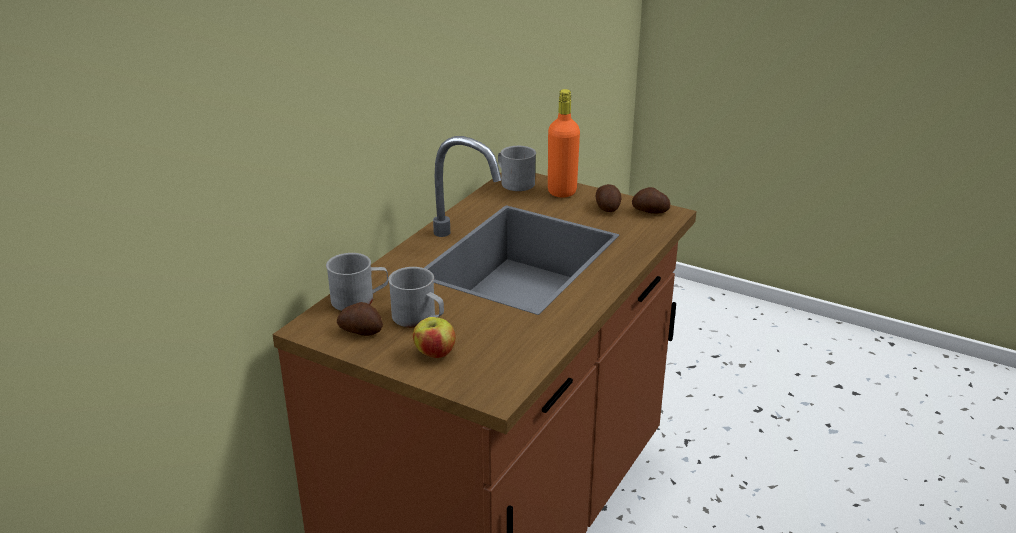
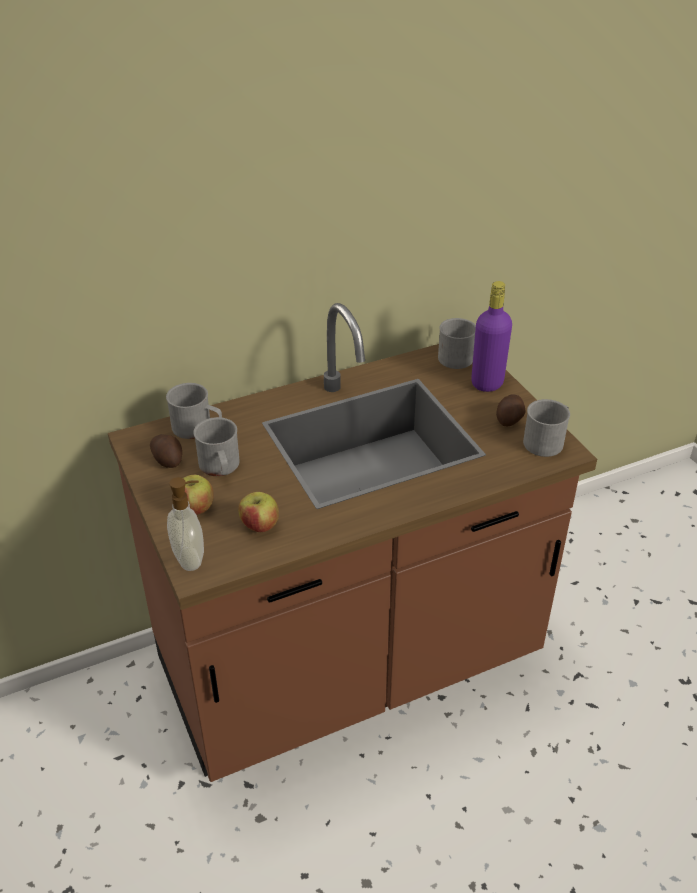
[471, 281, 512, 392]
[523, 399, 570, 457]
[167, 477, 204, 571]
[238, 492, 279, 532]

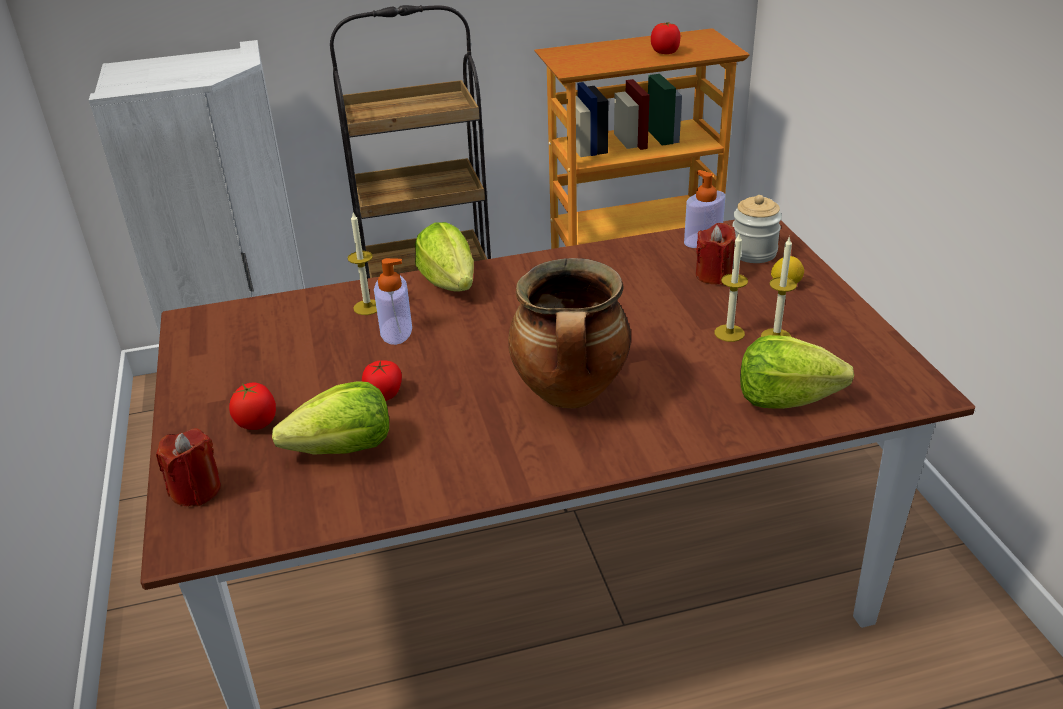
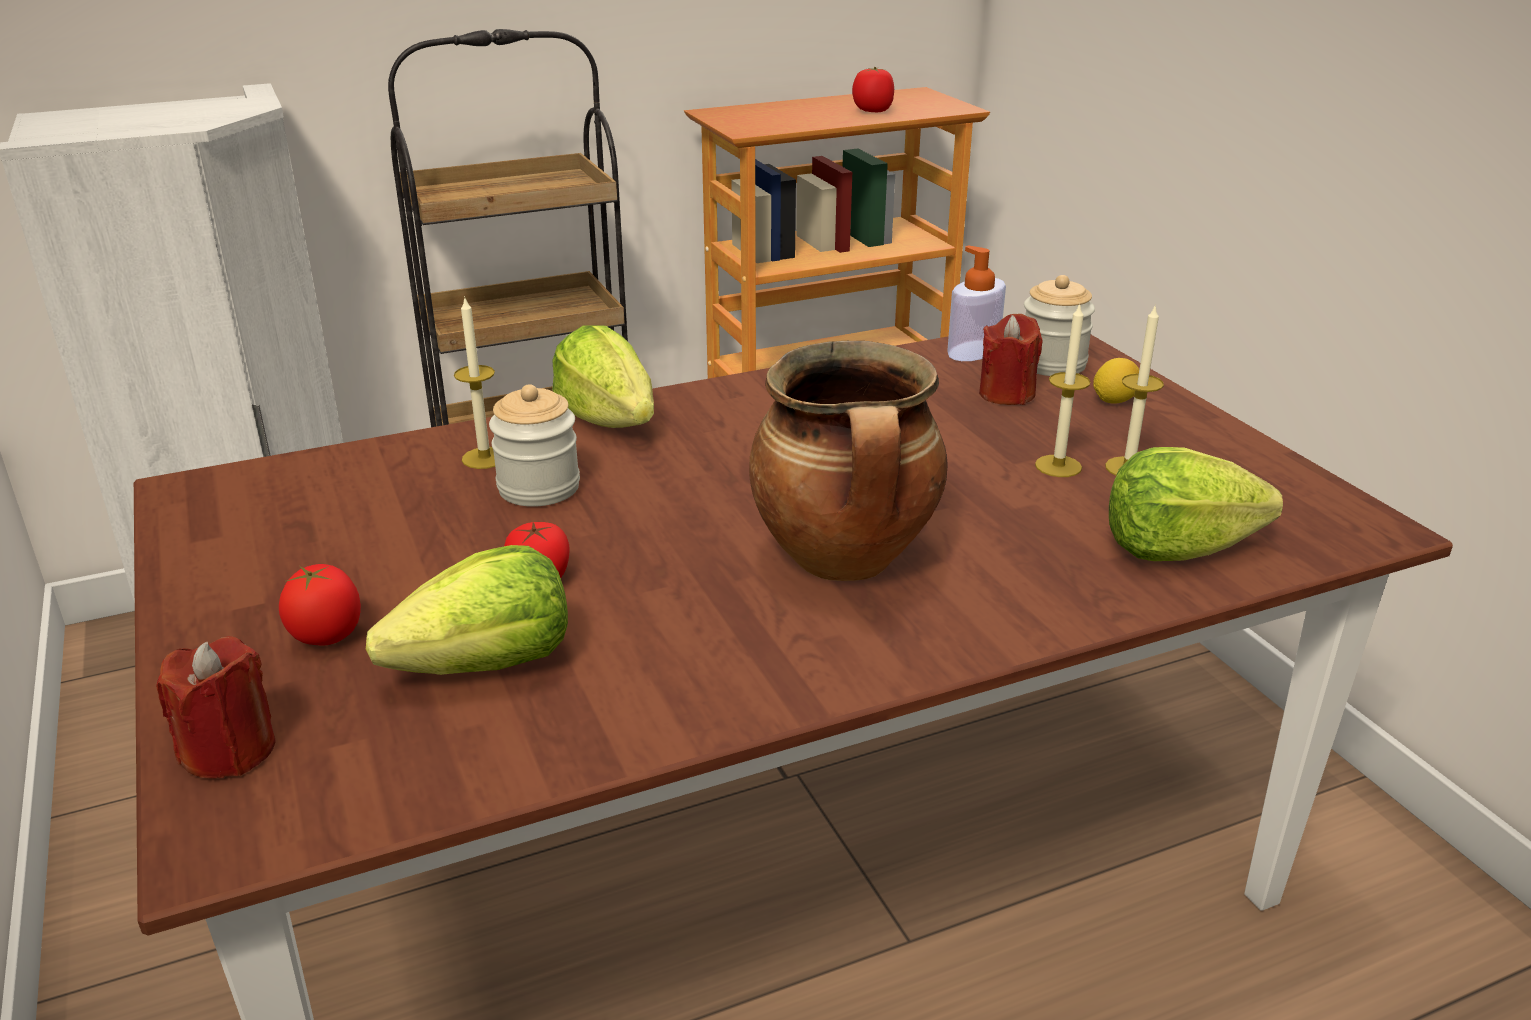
[489, 384, 580, 507]

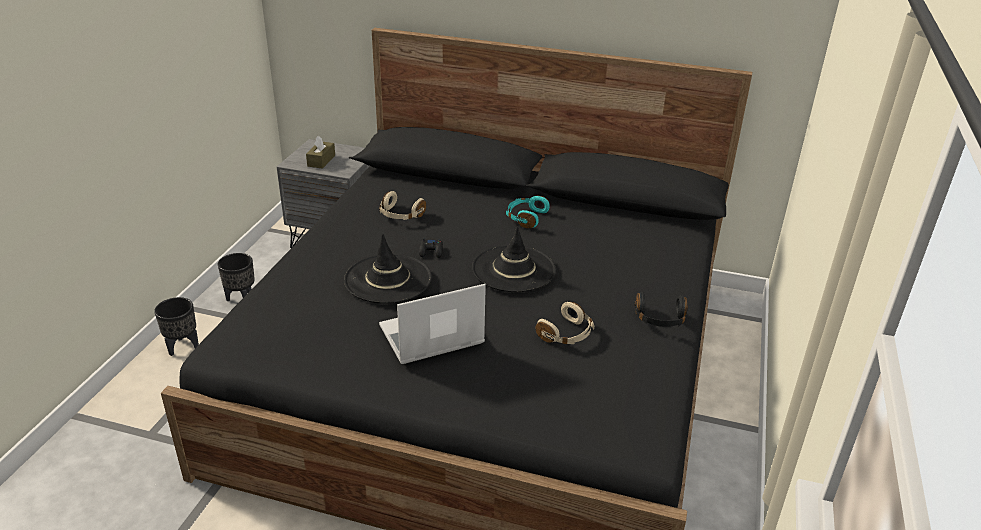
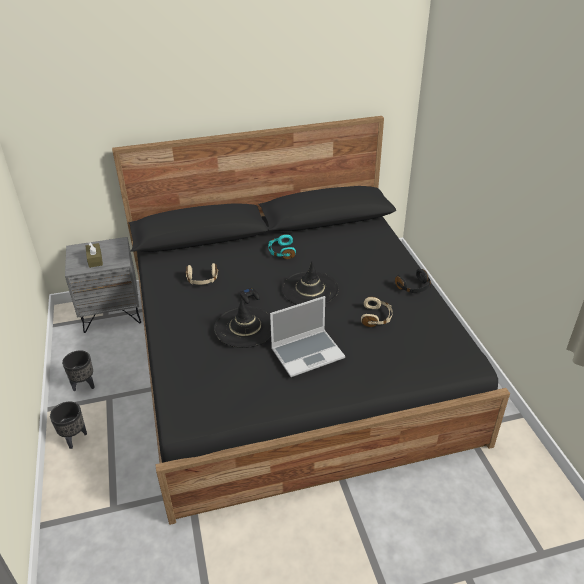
[270, 296, 345, 377]

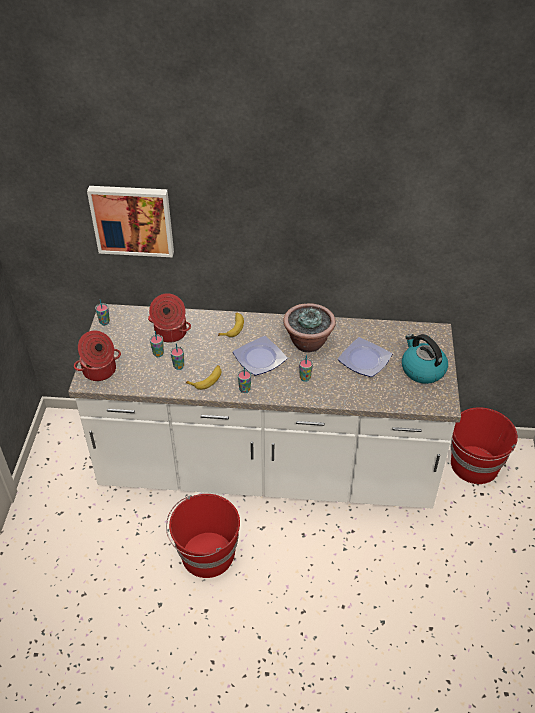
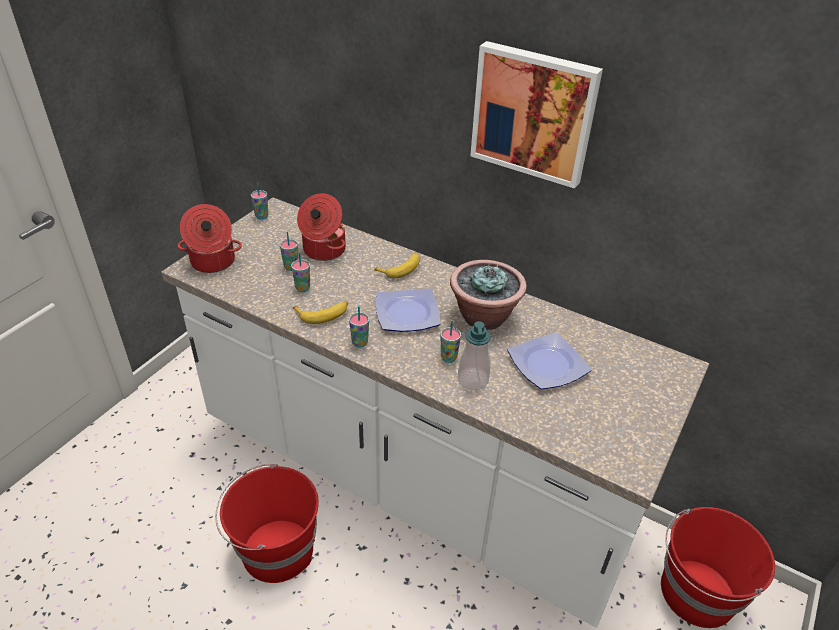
[470, 41, 603, 189]
[402, 334, 448, 384] (first image)
[458, 321, 491, 390]

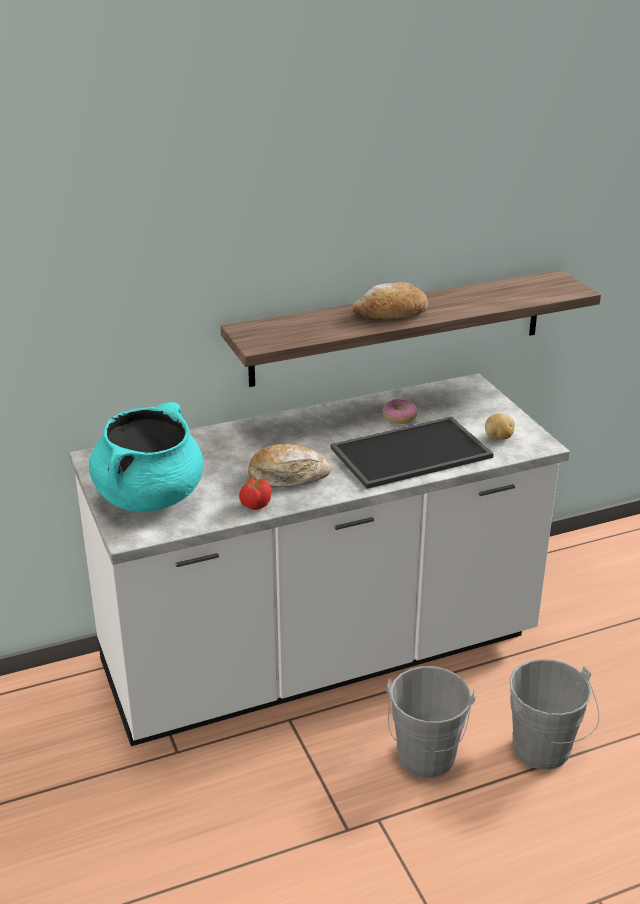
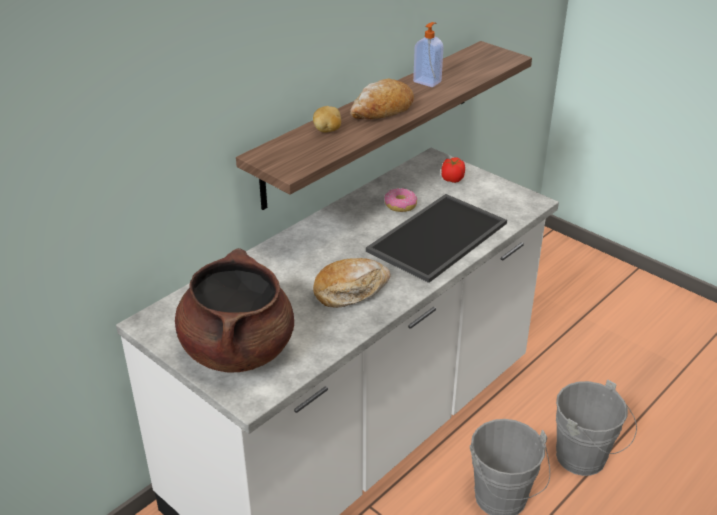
[175, 248, 294, 372]
[313, 106, 341, 133]
[441, 157, 465, 183]
[413, 22, 444, 87]

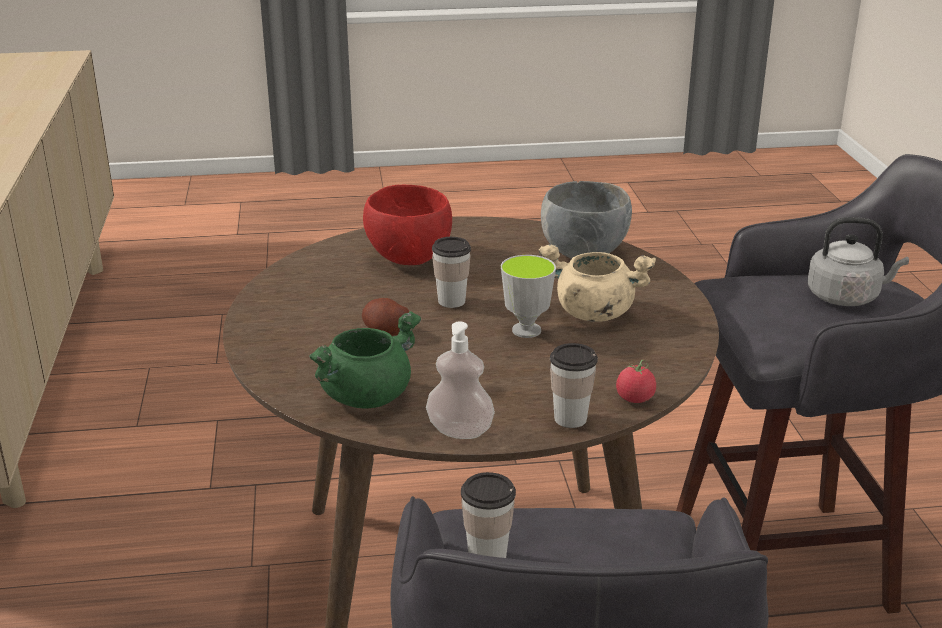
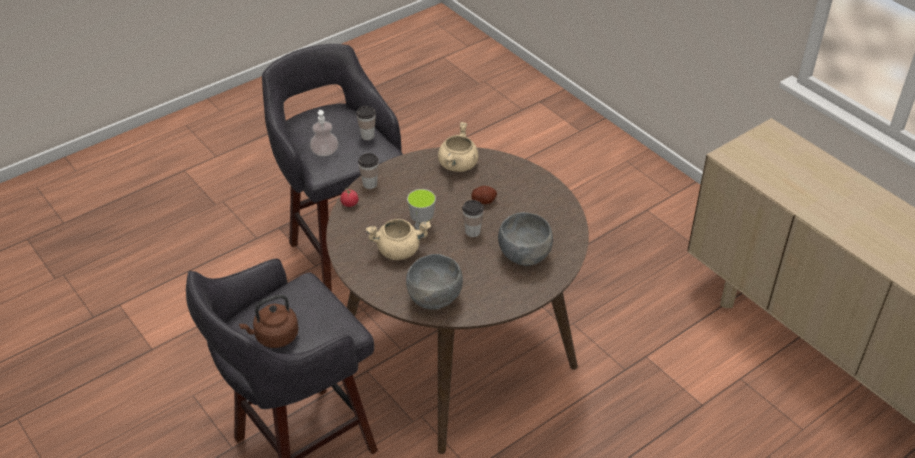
[498, 212, 553, 266]
[239, 294, 299, 348]
[438, 122, 478, 172]
[310, 110, 339, 156]

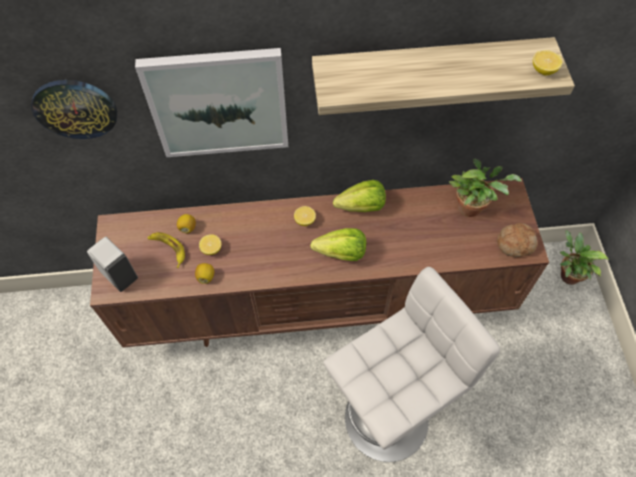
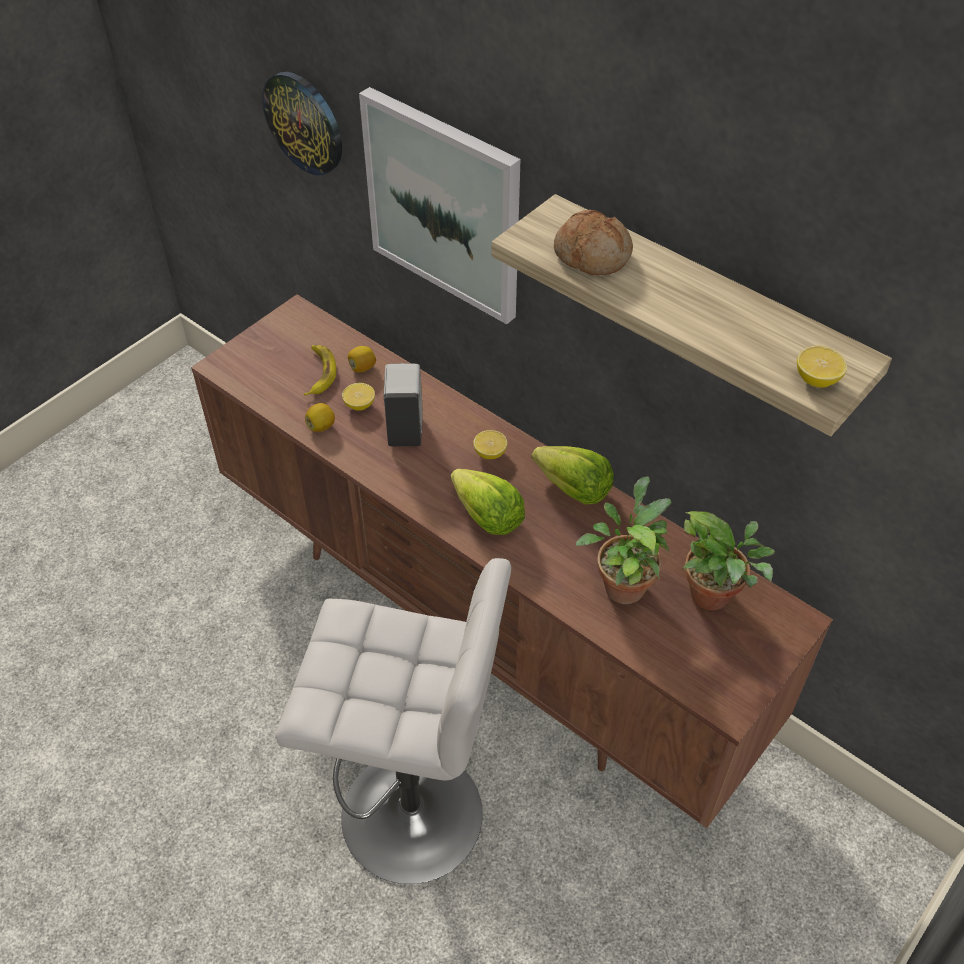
[554, 210, 633, 275]
[576, 477, 672, 604]
[383, 363, 423, 446]

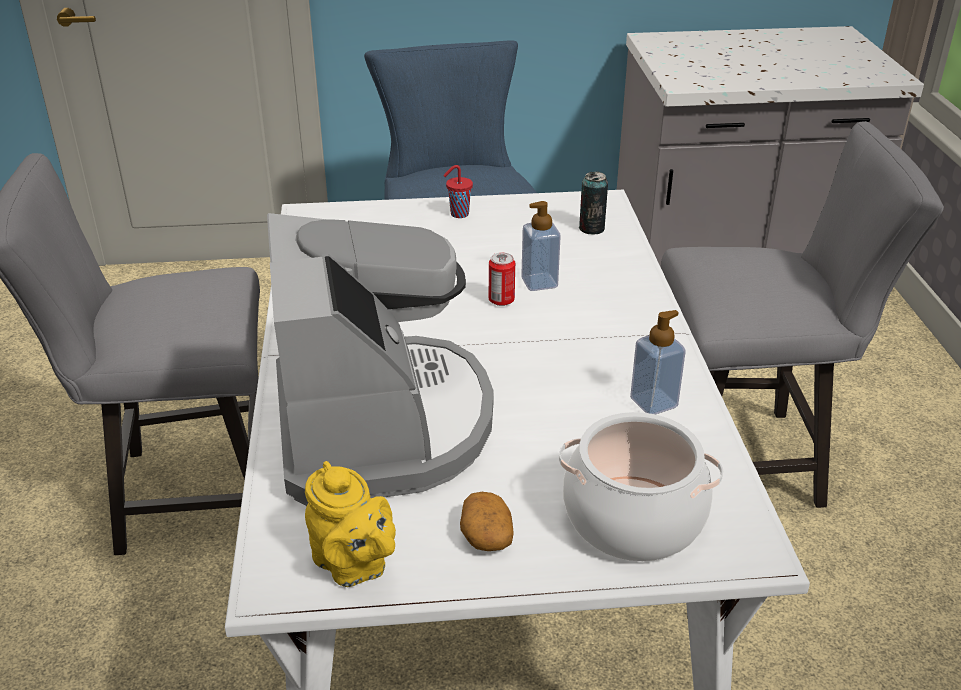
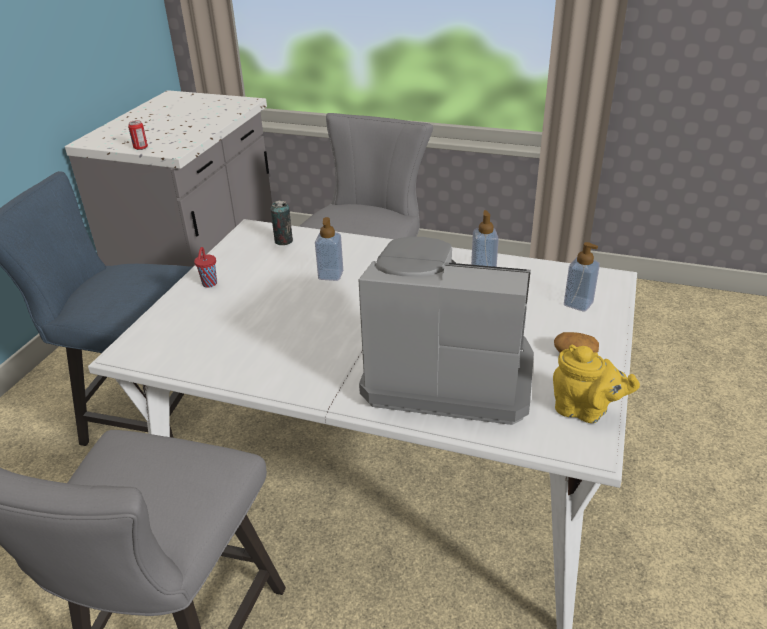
[128, 120, 148, 150]
[564, 242, 600, 312]
[553, 345, 640, 423]

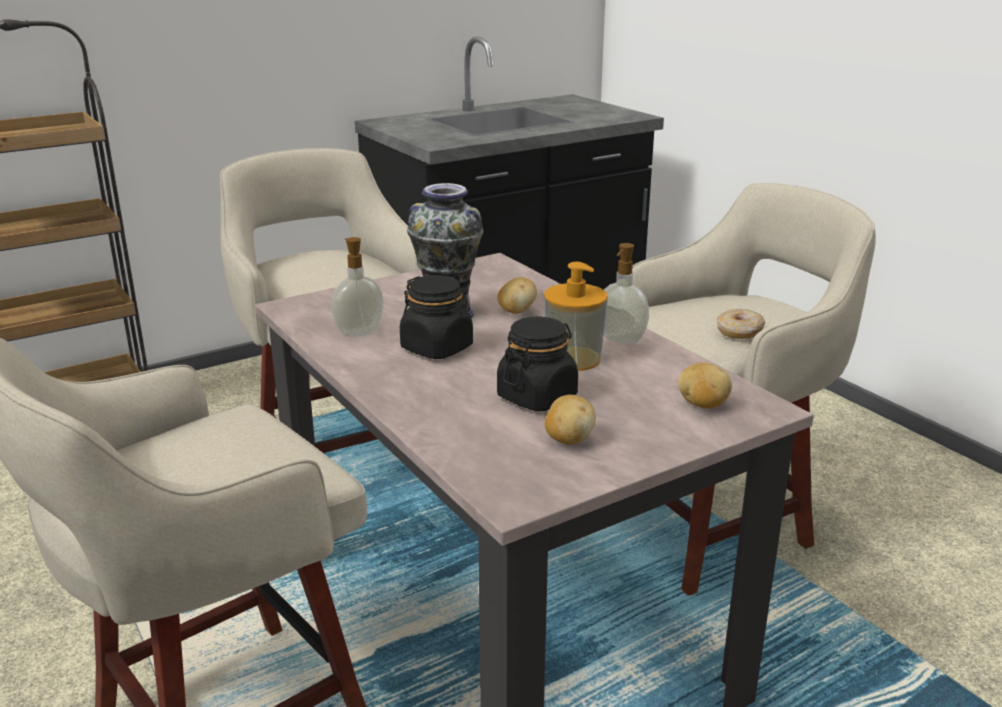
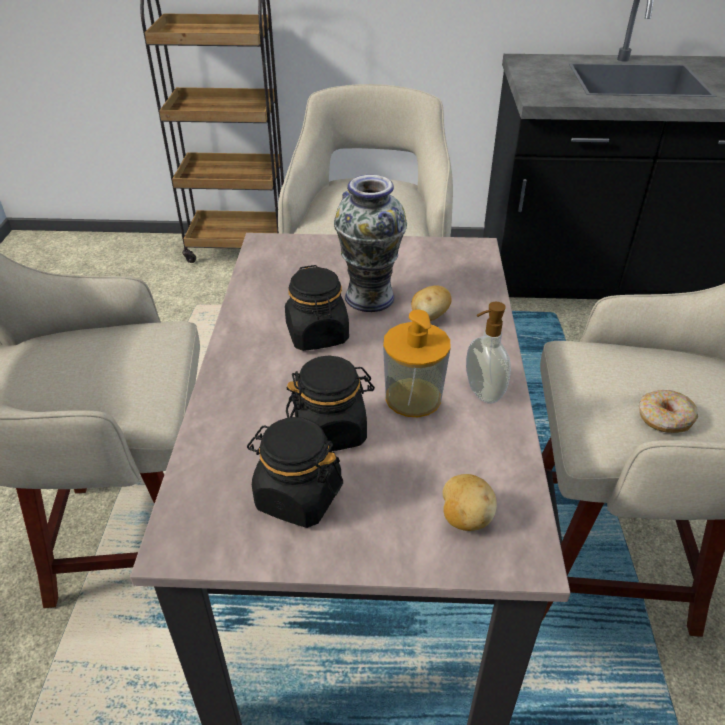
[332, 237, 384, 337] (first image)
[247, 417, 343, 528]

